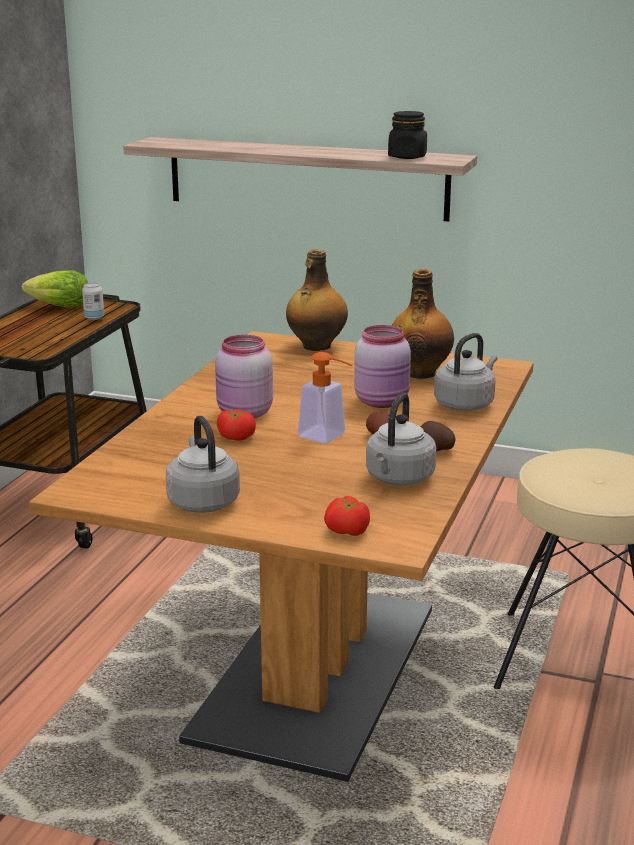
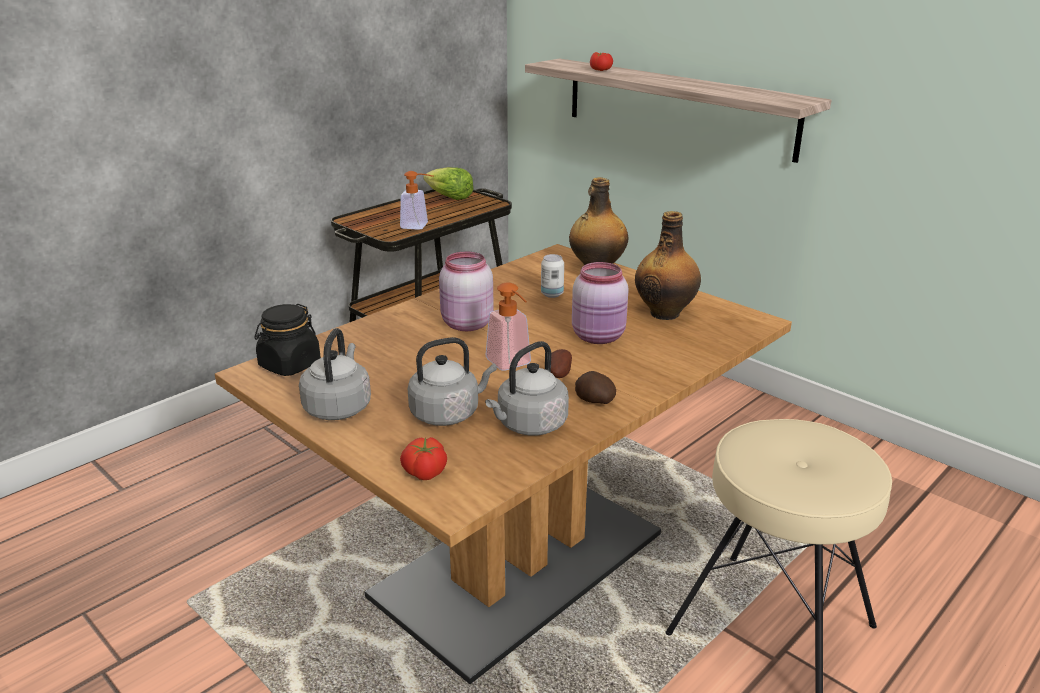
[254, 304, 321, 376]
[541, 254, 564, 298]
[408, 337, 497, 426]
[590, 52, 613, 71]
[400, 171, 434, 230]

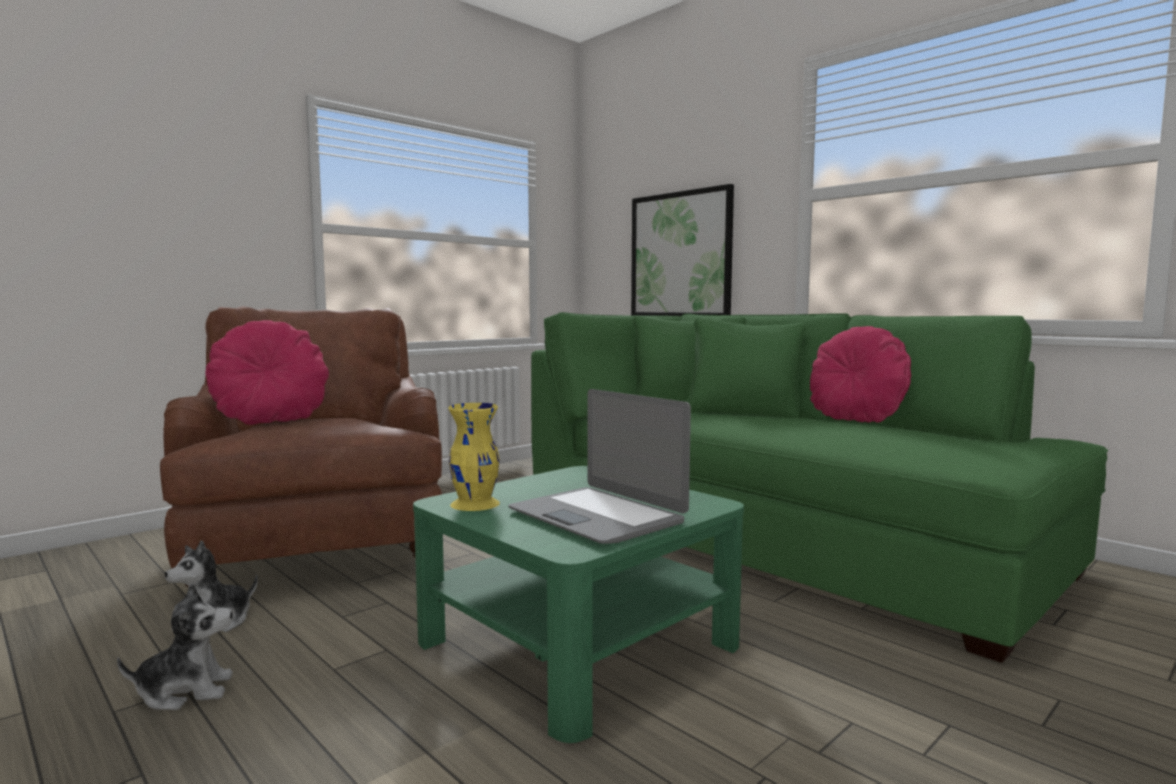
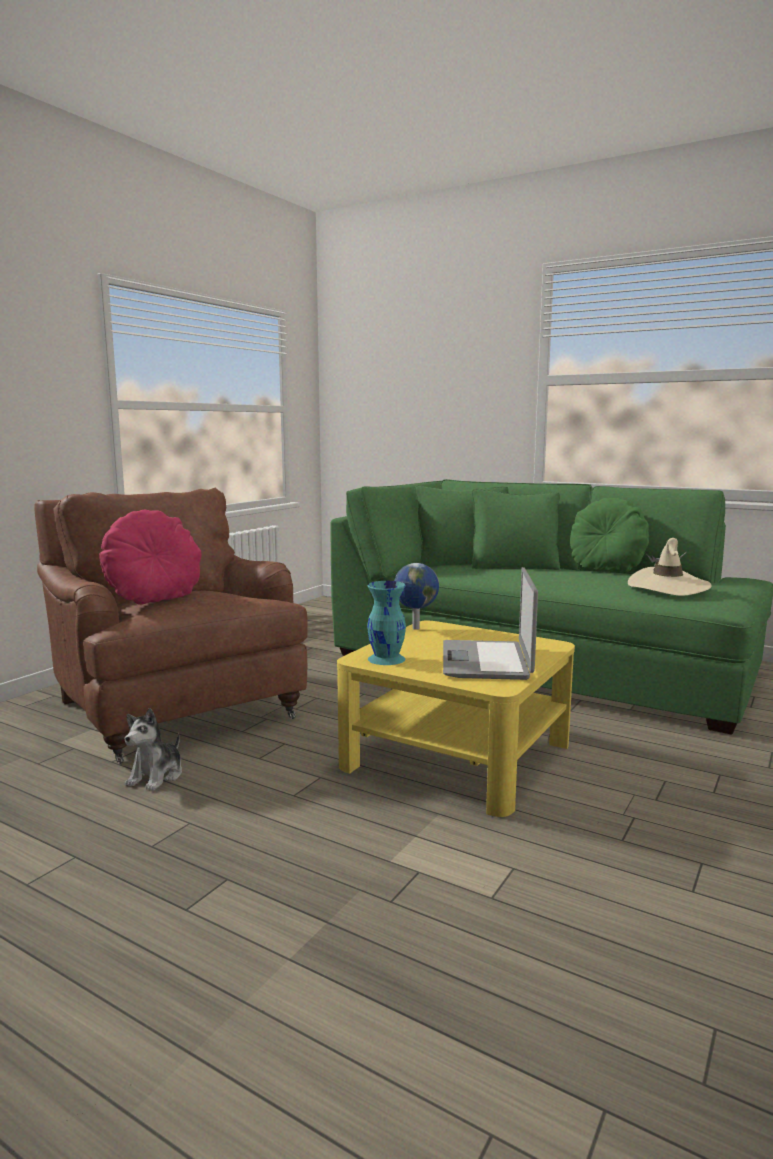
[631, 184, 734, 316] (first image)
[570, 498, 649, 572]
[443, 567, 538, 680]
[367, 581, 406, 665]
[337, 621, 575, 817]
[117, 583, 233, 710] (first image)
[628, 538, 712, 596]
[394, 563, 439, 630]

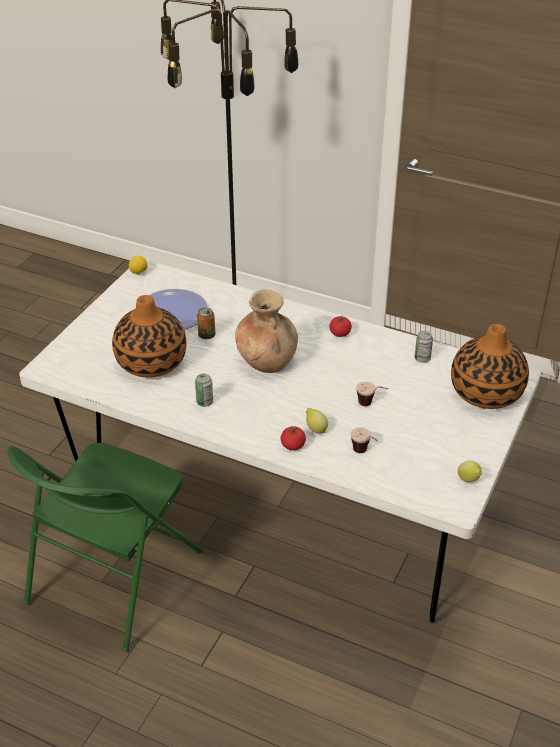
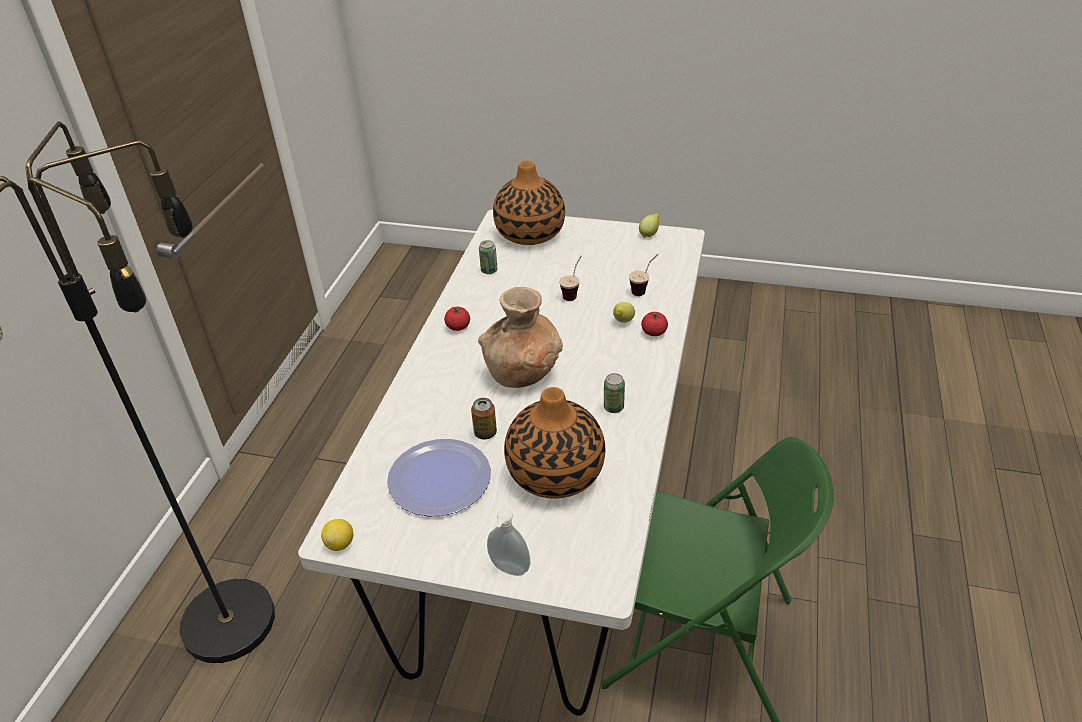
[487, 509, 530, 576]

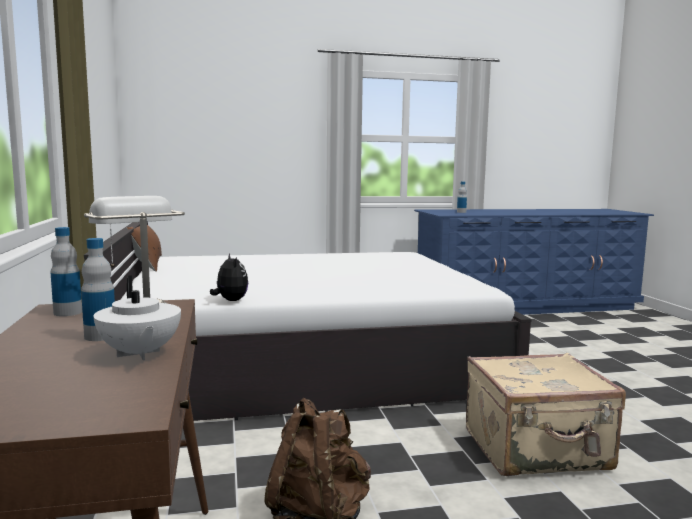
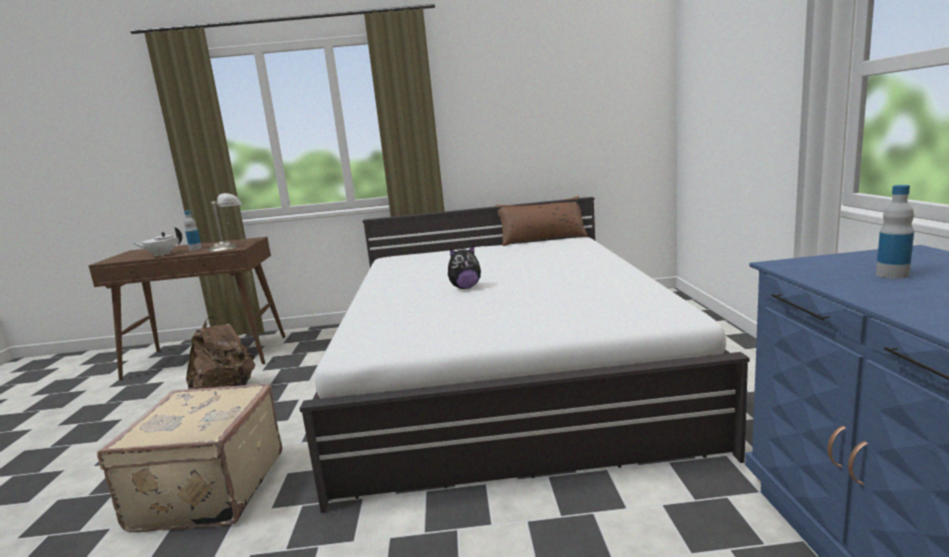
[50, 227, 82, 316] (first image)
[448, 245, 481, 289]

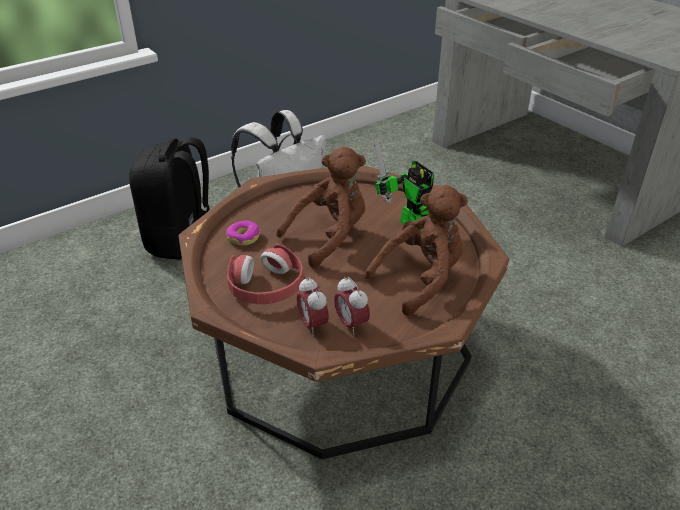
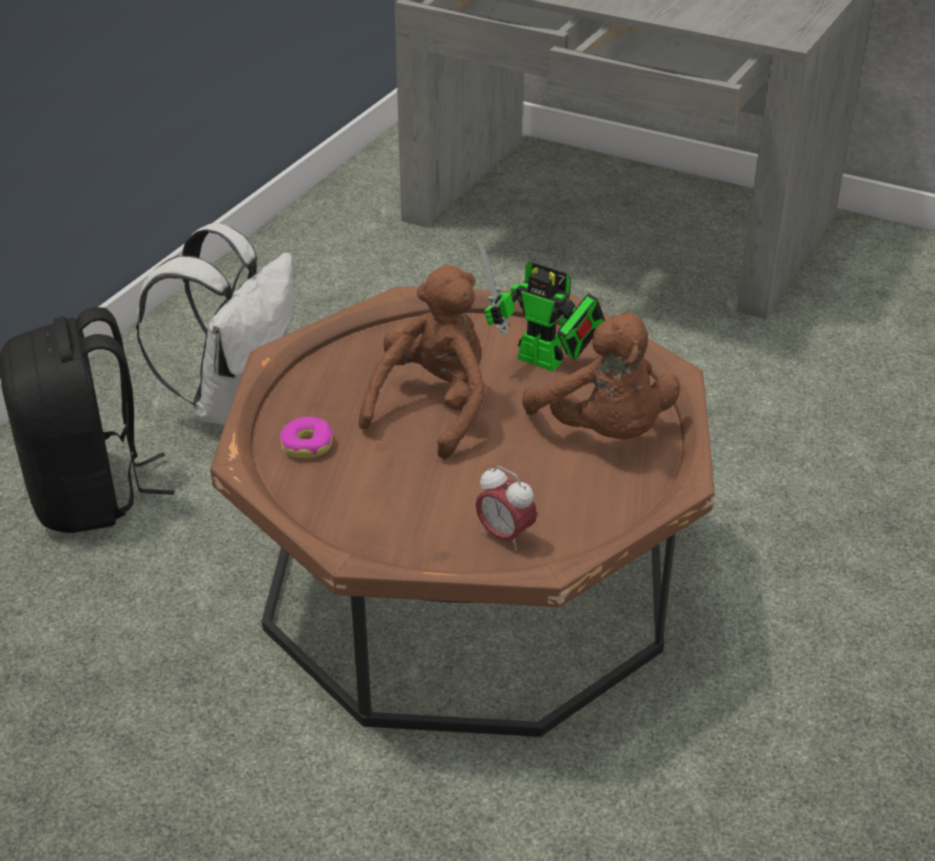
[522, 312, 680, 440]
[227, 244, 304, 304] (first image)
[334, 277, 370, 335] (first image)

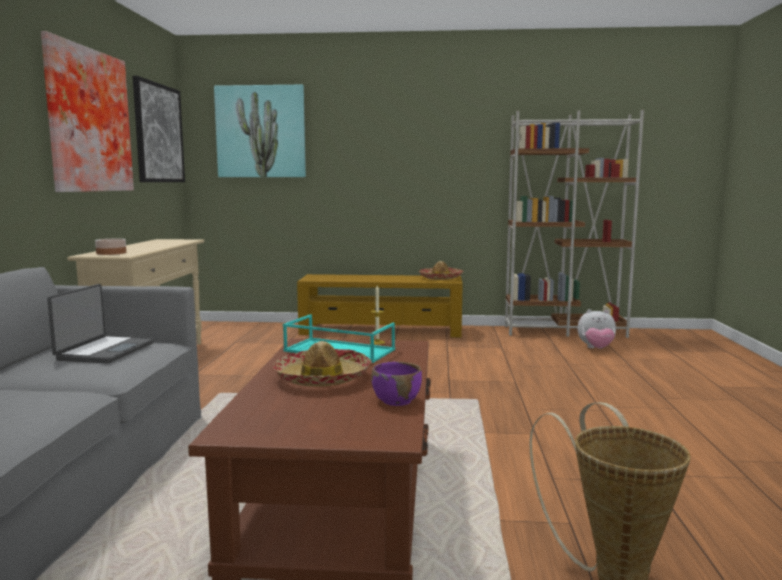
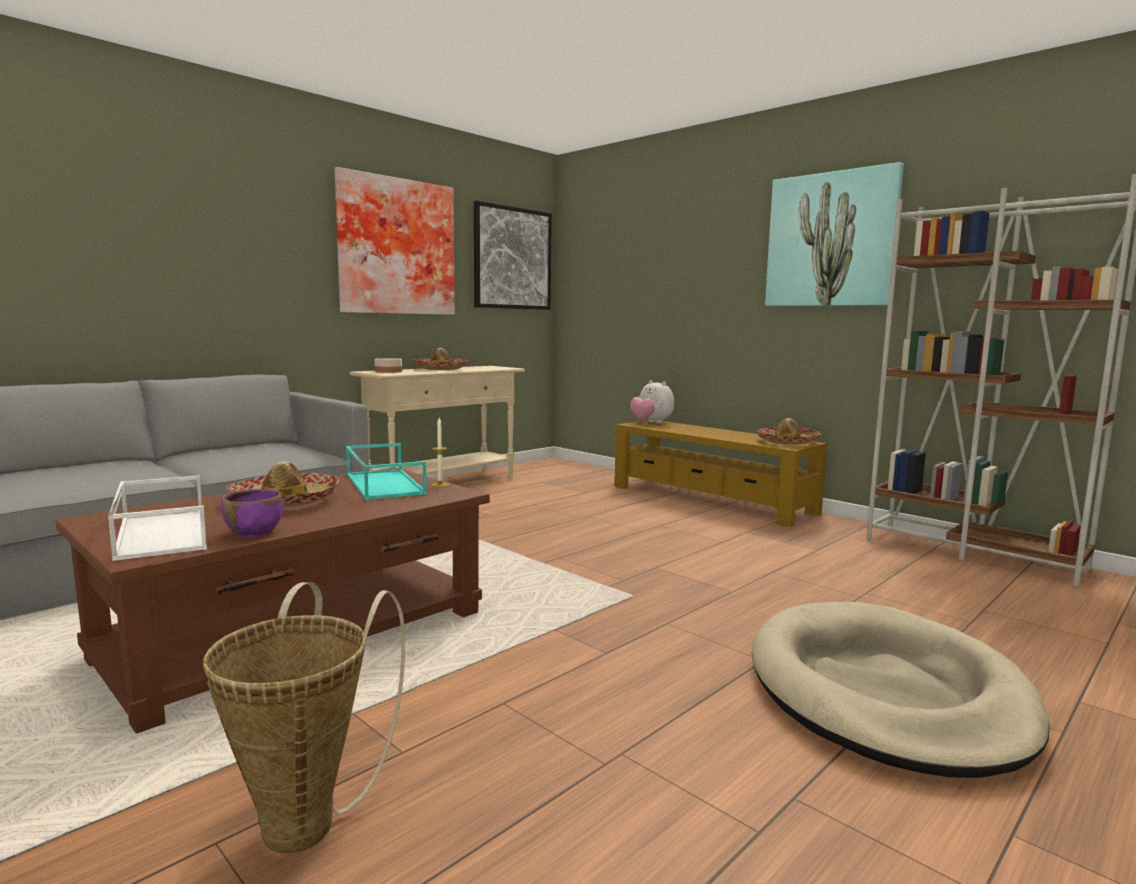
[765, 162, 904, 306]
[47, 284, 154, 363] (first image)
[630, 380, 674, 424]
[413, 348, 468, 370]
[108, 475, 207, 561]
[752, 602, 1050, 778]

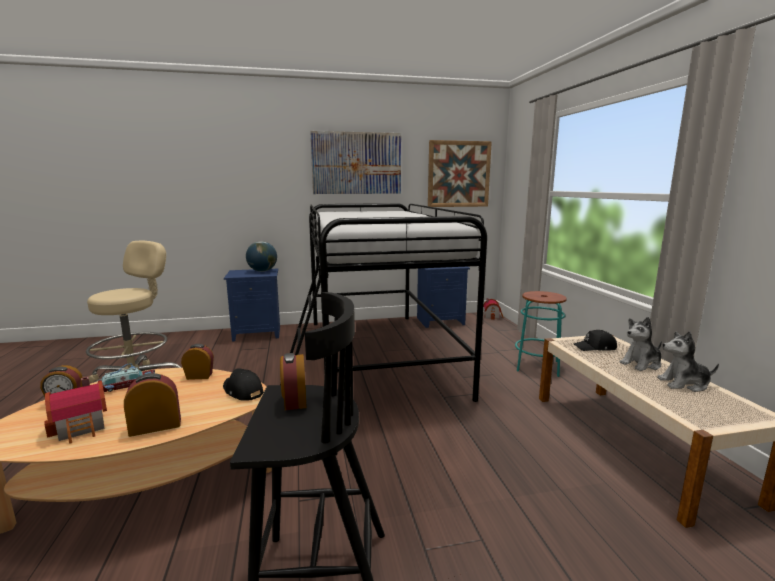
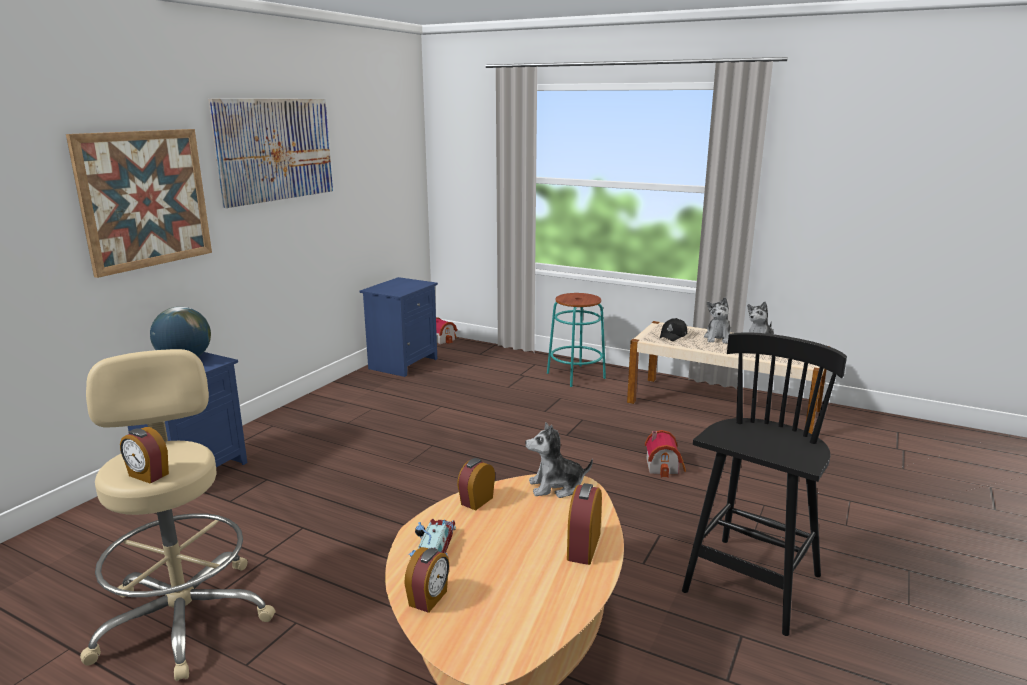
[66, 129, 212, 278]
[280, 203, 487, 402] (first image)
[120, 427, 169, 484]
[525, 422, 593, 498]
[645, 430, 686, 478]

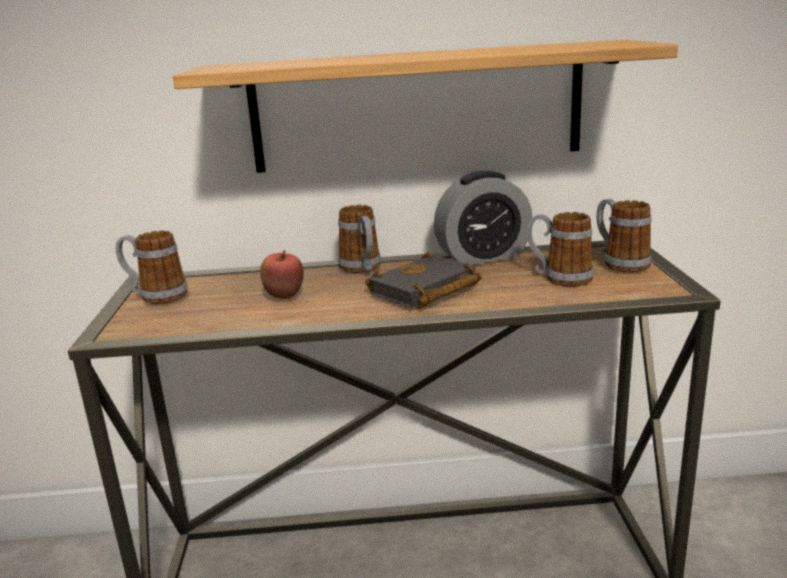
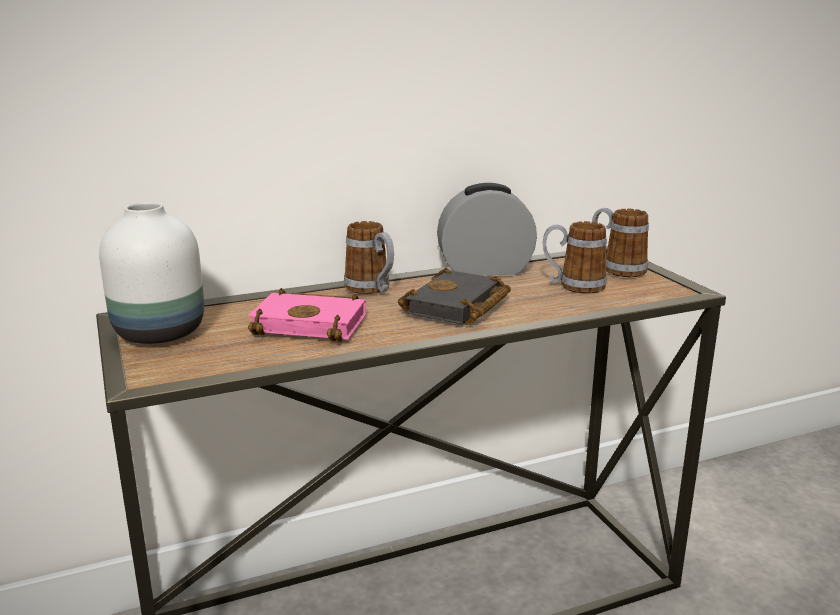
[173, 40, 678, 173] (first image)
[437, 183, 537, 276]
[99, 202, 204, 344]
[248, 288, 366, 342]

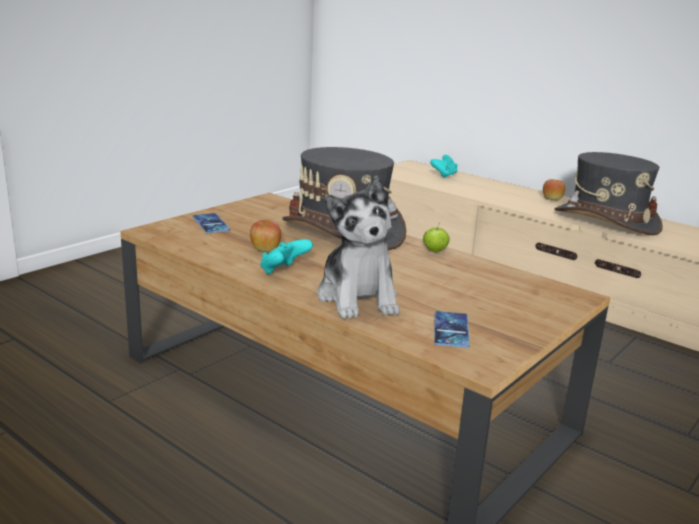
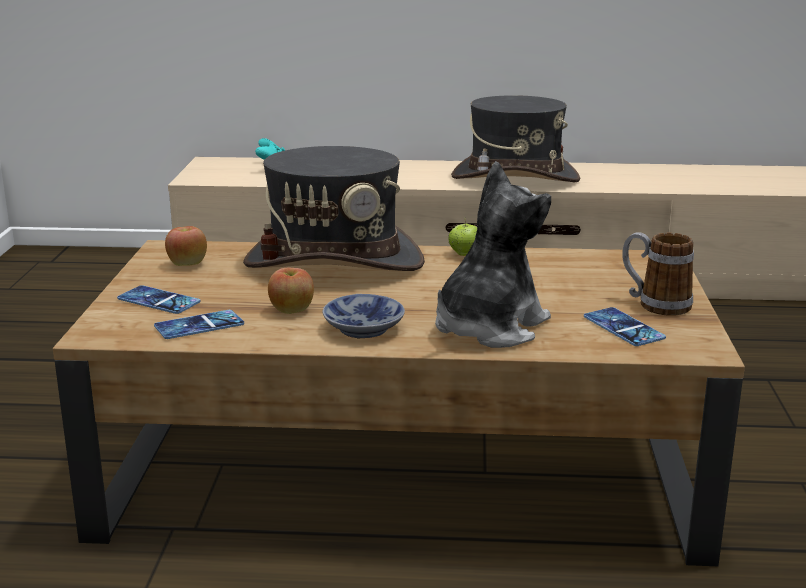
[435, 161, 551, 348]
[165, 226, 207, 266]
[323, 294, 405, 338]
[622, 232, 694, 316]
[154, 310, 244, 339]

